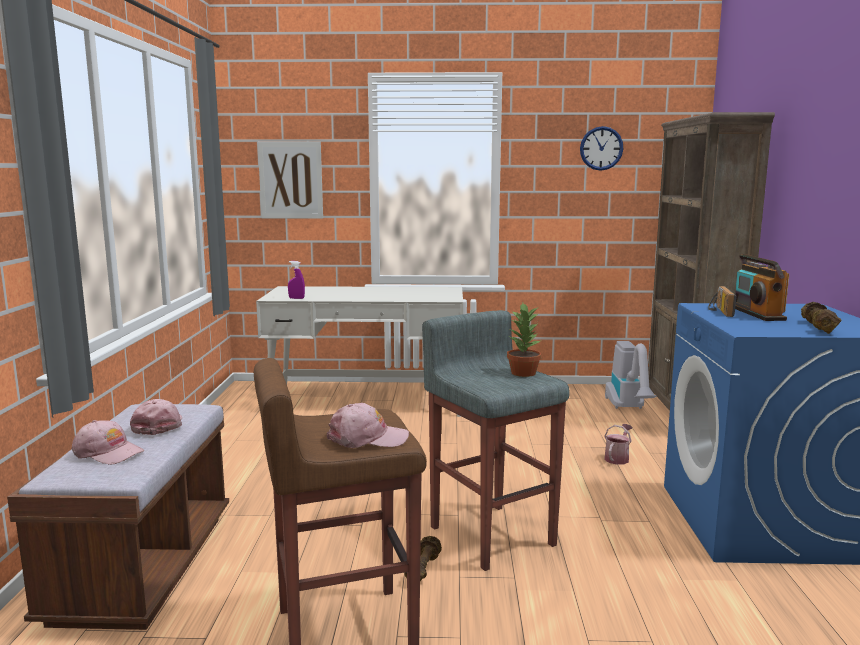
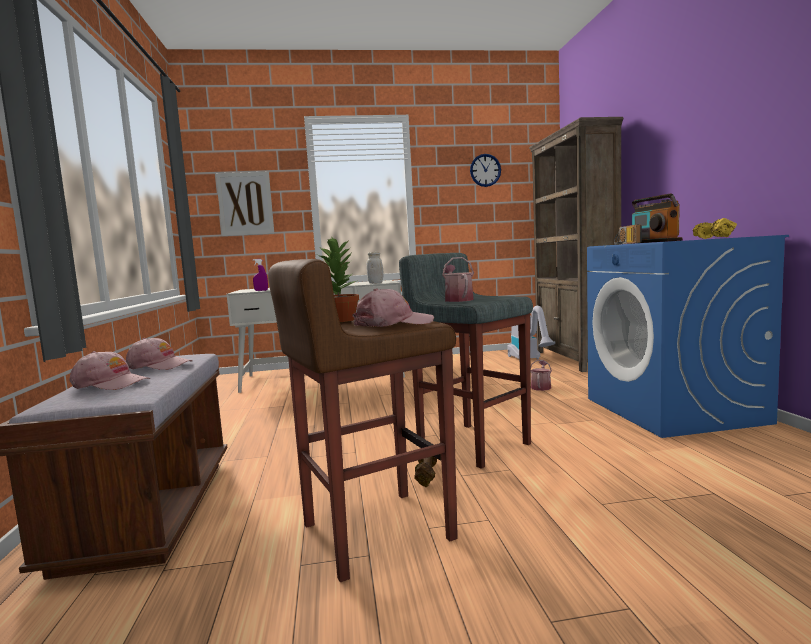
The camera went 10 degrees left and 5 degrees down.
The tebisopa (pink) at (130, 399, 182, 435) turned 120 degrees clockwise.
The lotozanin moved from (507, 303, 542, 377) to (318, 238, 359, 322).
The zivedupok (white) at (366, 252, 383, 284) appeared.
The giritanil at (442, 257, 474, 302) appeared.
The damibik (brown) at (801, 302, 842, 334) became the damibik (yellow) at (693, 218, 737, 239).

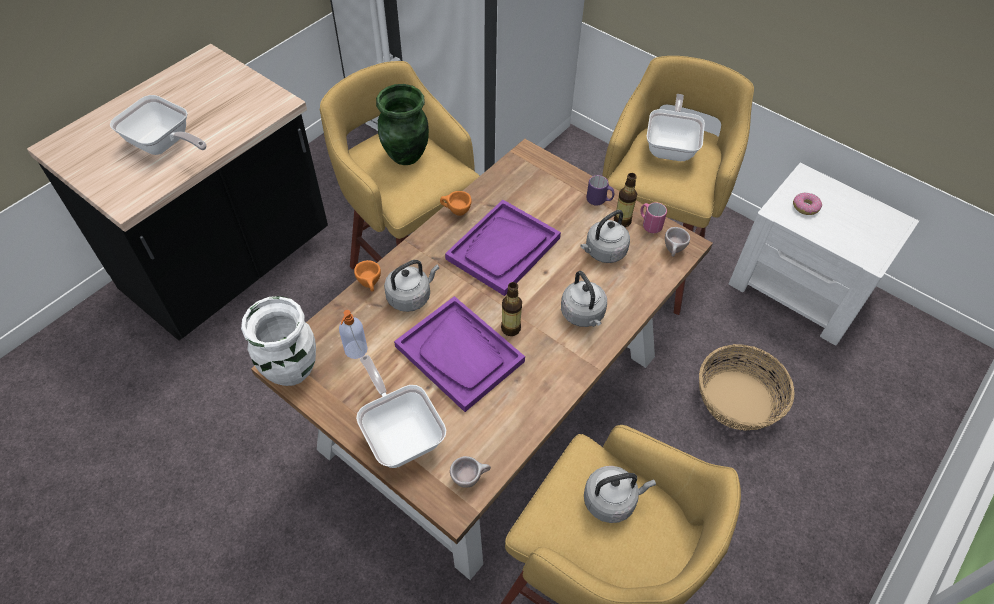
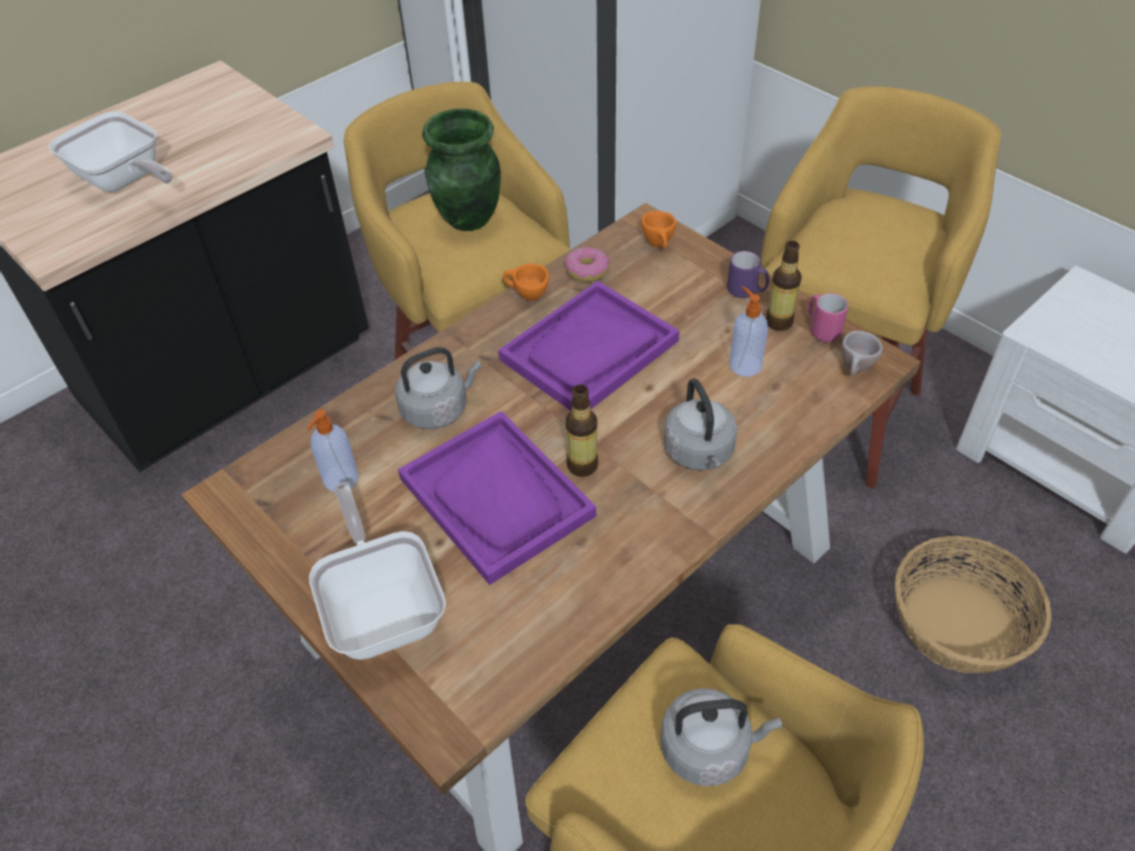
The camera went 10 degrees right and 5 degrees down.
The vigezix moved from (793, 193, 822, 215) to (565, 247, 610, 282).
The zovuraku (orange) moved from (354, 260, 381, 292) to (642, 211, 676, 248).
The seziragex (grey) at (580, 210, 630, 263) was replaced by the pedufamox at (729, 286, 768, 376).
The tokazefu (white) at (241, 296, 316, 386) disappeared.
The zovuraku (beige) at (450, 456, 491, 488) disappeared.
The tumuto at (647, 94, 705, 161) disappeared.

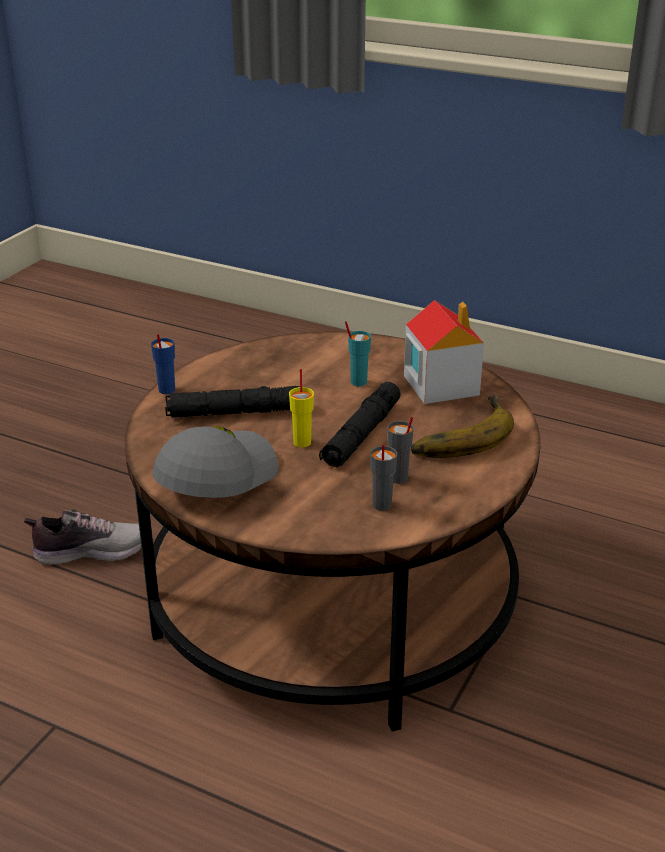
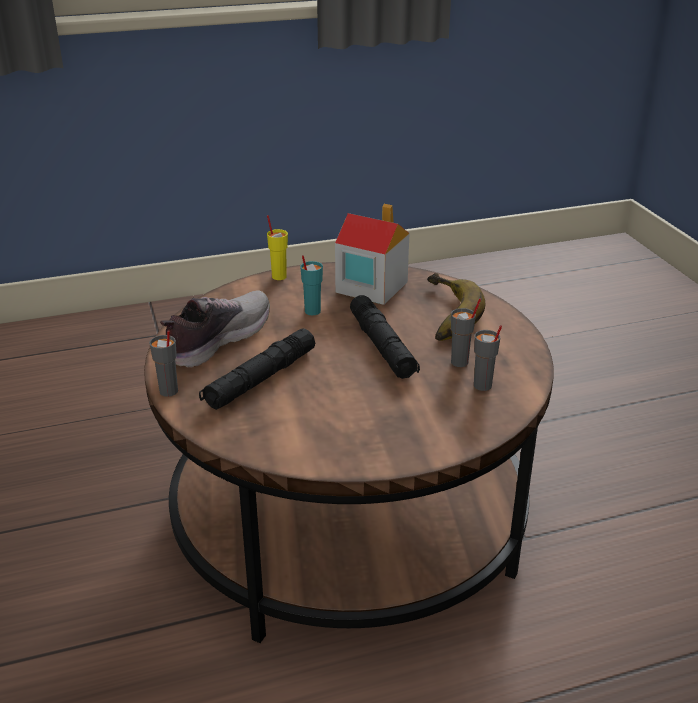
The camera went 45 degrees left and 0 degrees up.
The zovuraku (blue) at (151, 334, 175, 394) became the zovuraku (grey) at (149, 330, 178, 397).
The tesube moved from (24, 509, 141, 565) to (160, 290, 270, 368).
The zovuraku (yellow) moved from (289, 369, 314, 447) to (267, 215, 288, 280).
The tebisopa (grey) at (153, 426, 279, 498) disappeared.

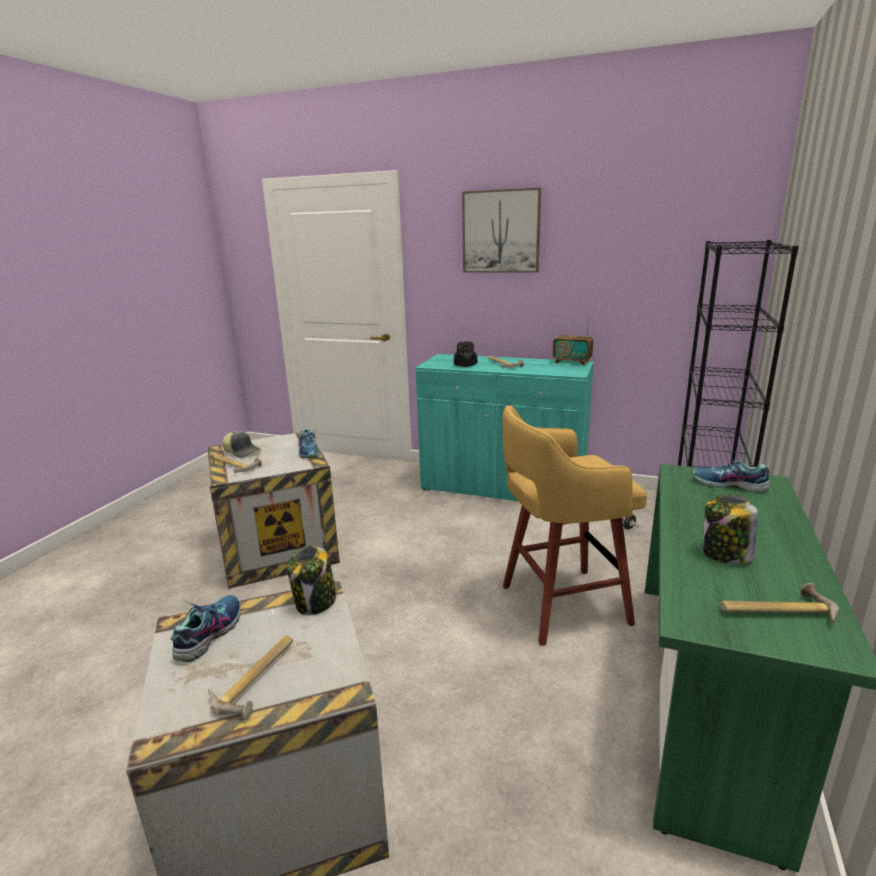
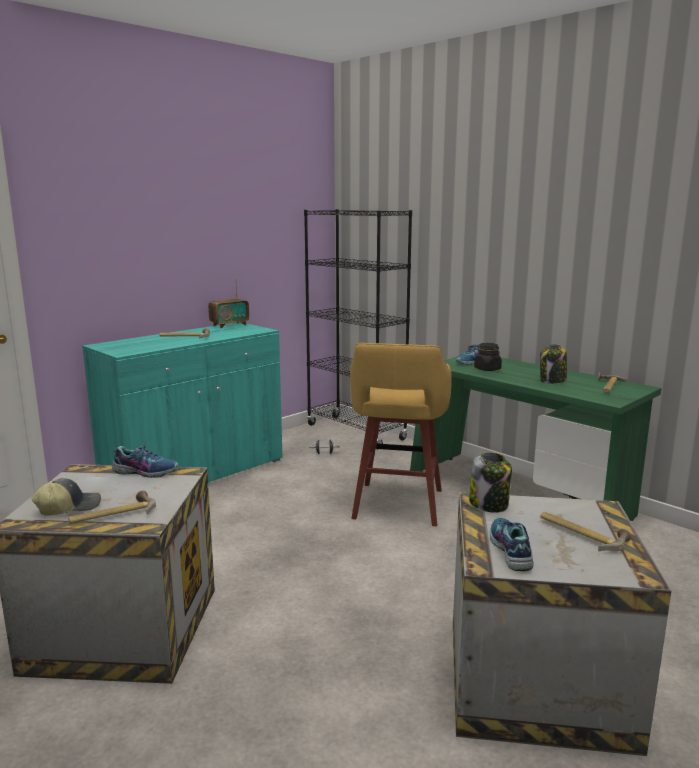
The camera went 65 degrees left and 5 degrees down.
The zivedupok (black) moved from (454, 341, 477, 367) to (474, 343, 502, 371).
The tesube at (171, 595, 241, 662) turned 45 degrees clockwise.
The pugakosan at (462, 188, 541, 273) disappeared.

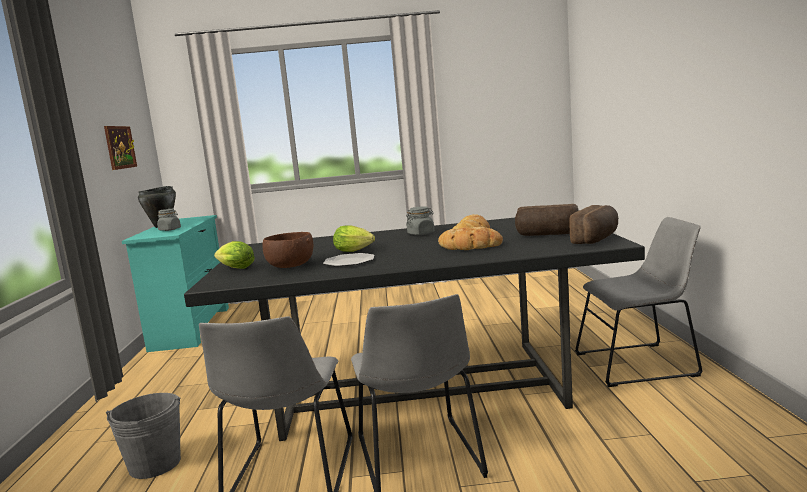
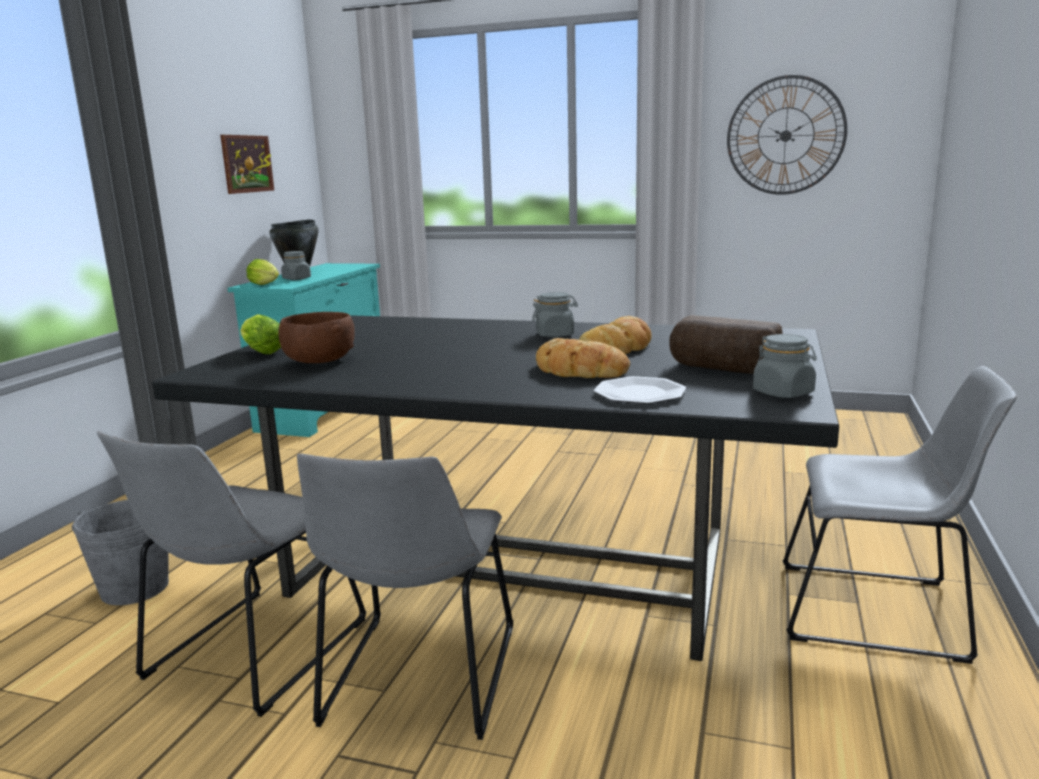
The camera went 20 degrees right and 5 degrees up.
The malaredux moved from (333, 226, 375, 252) to (246, 259, 279, 285).
The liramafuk moved from (323, 253, 374, 266) to (593, 376, 686, 404).
The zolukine at (727, 75, 847, 195) appeared.
The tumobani at (570, 205, 618, 244) was replaced by the zivedupok (grey) at (753, 334, 817, 398).

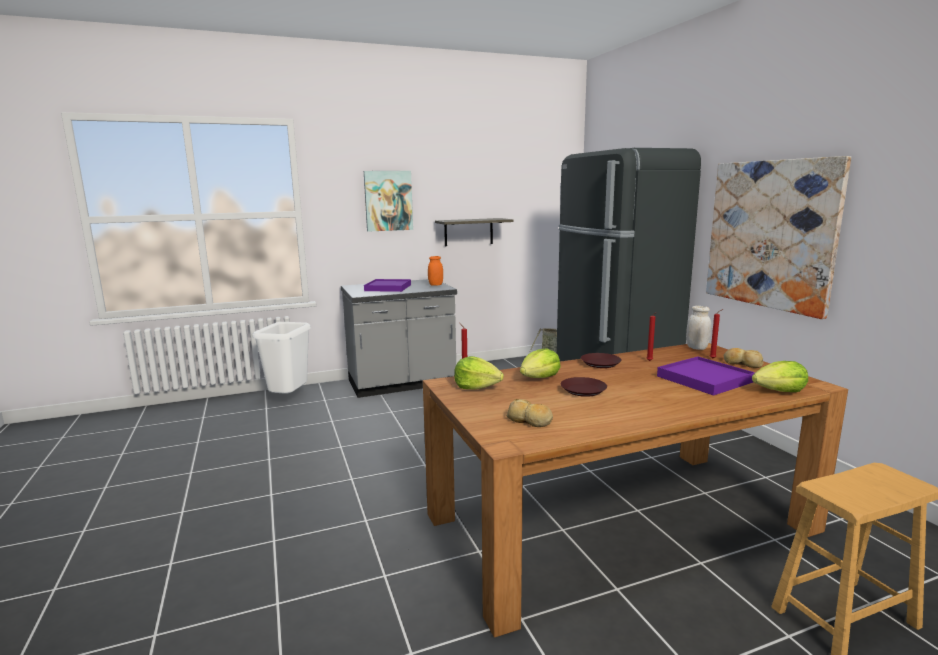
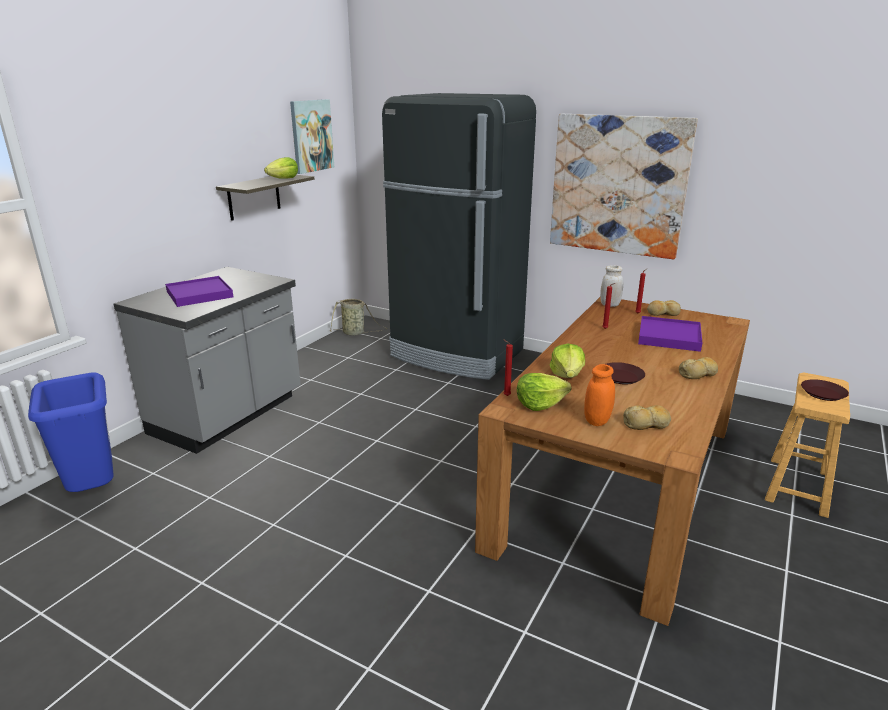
The camera went 40 degrees left and 10 degrees up.
The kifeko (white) at (253, 322, 311, 394) became the kifeko (blue) at (28, 373, 114, 492).
The malaredux moved from (752, 361, 808, 392) to (264, 157, 298, 179).
The pugakosan moved from (364, 171, 413, 232) to (290, 99, 334, 174).
The zivedupok (orange) moved from (428, 256, 443, 286) to (584, 364, 615, 426).
The tumobani at (679, 357, 718, 379) appeared.
The liramafuk (brown) moved from (581, 353, 622, 368) to (801, 379, 849, 401).

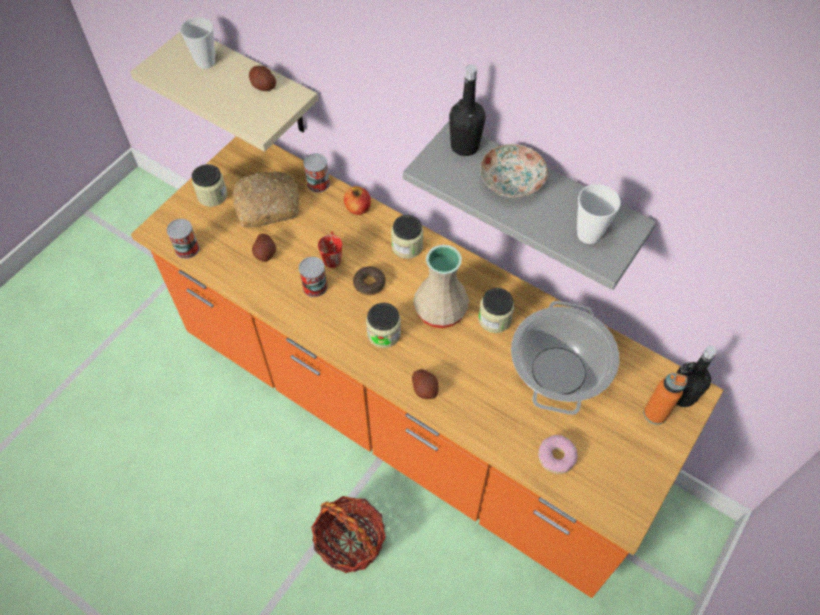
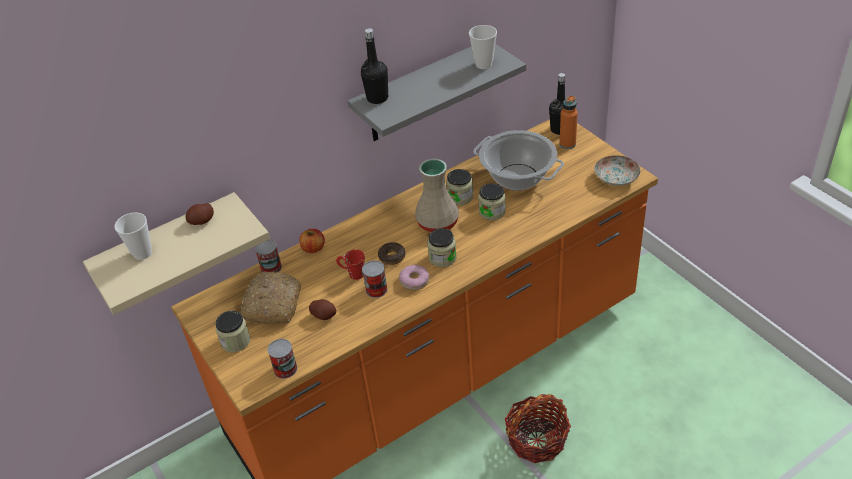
The camera went 65 degrees left and 15 degrees down.
The vigezix moved from (538, 435, 578, 474) to (399, 265, 430, 290).
The zivedupok moved from (391, 215, 423, 259) to (478, 183, 506, 220).
The liramafuk moved from (480, 144, 548, 198) to (594, 155, 641, 186).
The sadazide at (412, 369, 439, 399) disappeared.

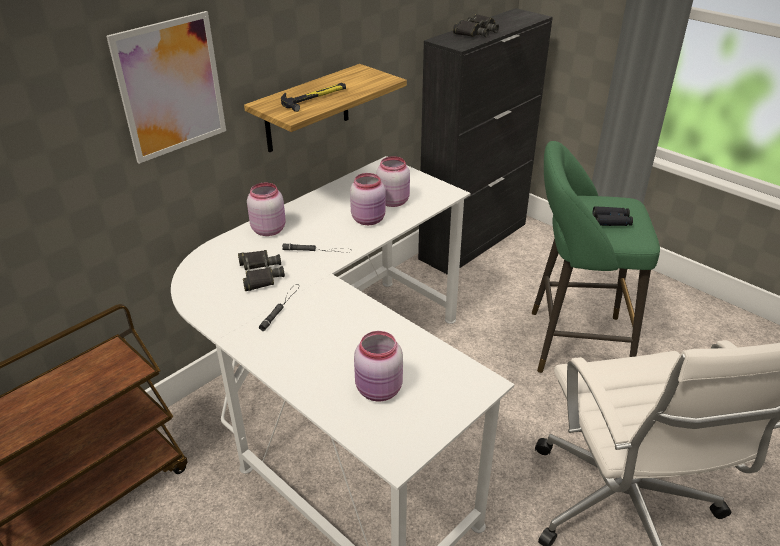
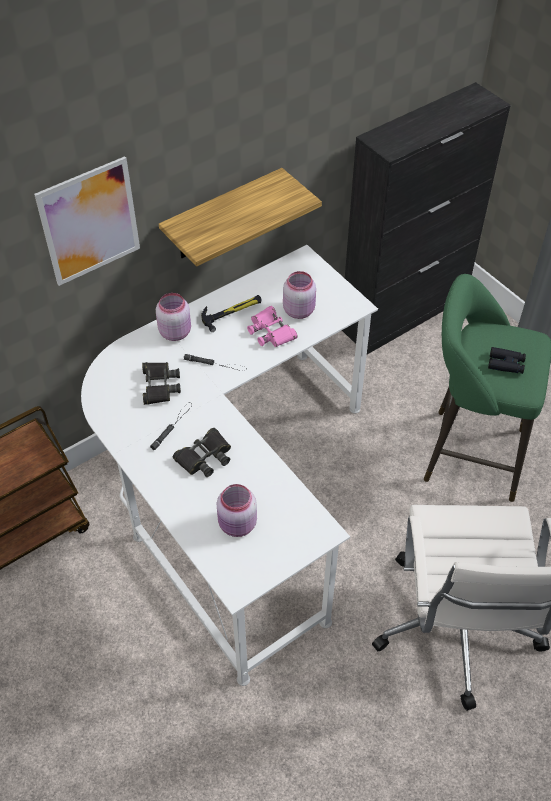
The camera went 10 degrees right and 15 degrees up.
The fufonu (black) moved from (453, 14, 499, 37) to (173, 428, 231, 477).
The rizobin moved from (281, 83, 346, 112) to (201, 295, 261, 332).
The zivedupok (pink) at (350, 173, 386, 225) was replaced by the fufonu (pink) at (247, 306, 298, 347).

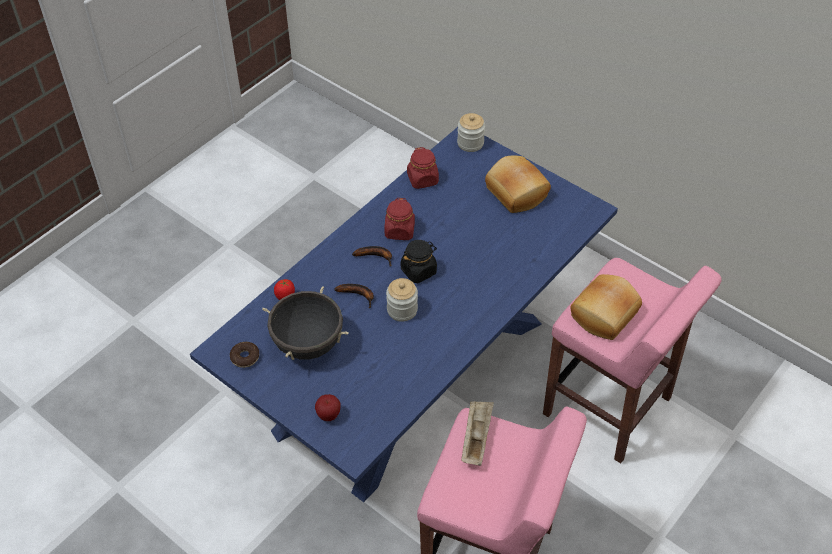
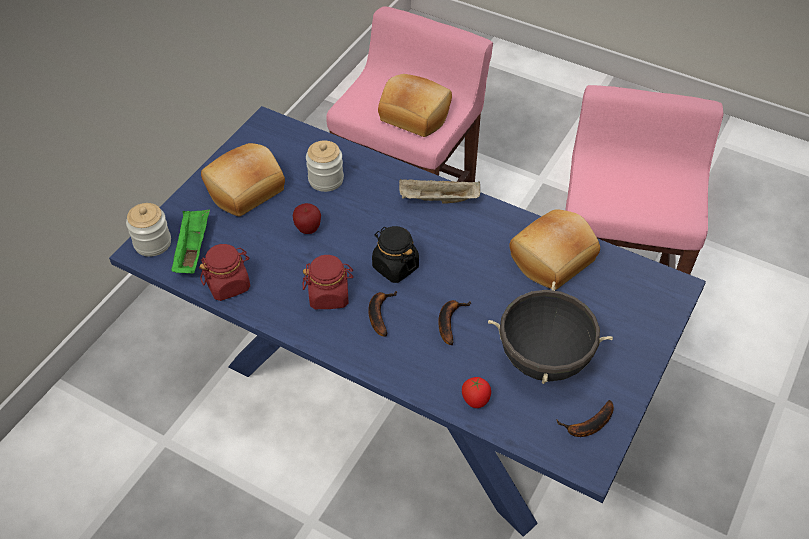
The camera went 100 degrees left and 0 degrees up.
The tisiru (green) at (171, 209, 210, 273) appeared.
The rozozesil moved from (315, 394, 341, 421) to (292, 203, 321, 234).
The zivedupok moved from (386, 278, 418, 322) to (306, 140, 344, 192).
The tisiru (beige) moved from (461, 401, 494, 466) to (399, 179, 480, 203).
The tumobani at (509, 209, 600, 290) appeared.
The vigezix at (230, 342, 259, 368) was replaced by the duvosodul at (556, 400, 614, 437).

